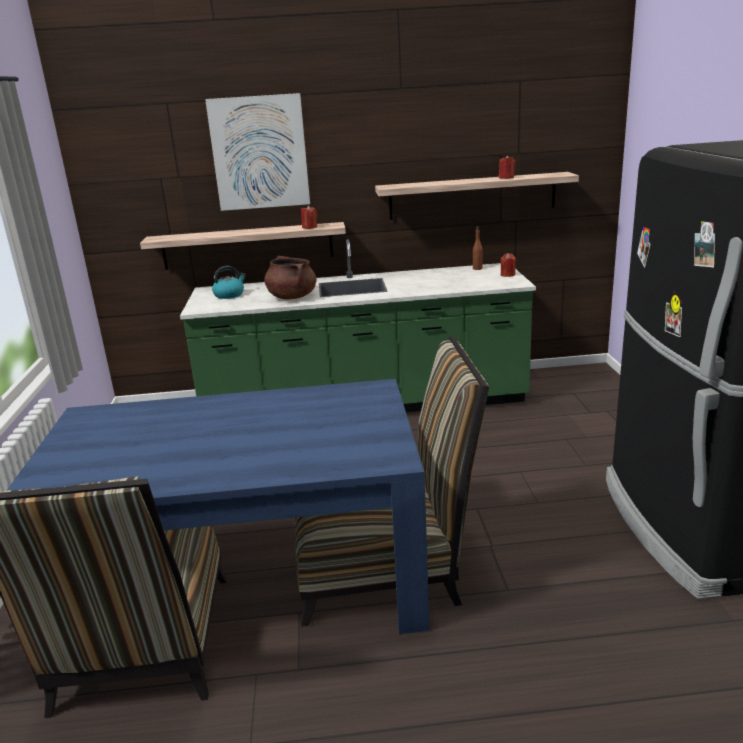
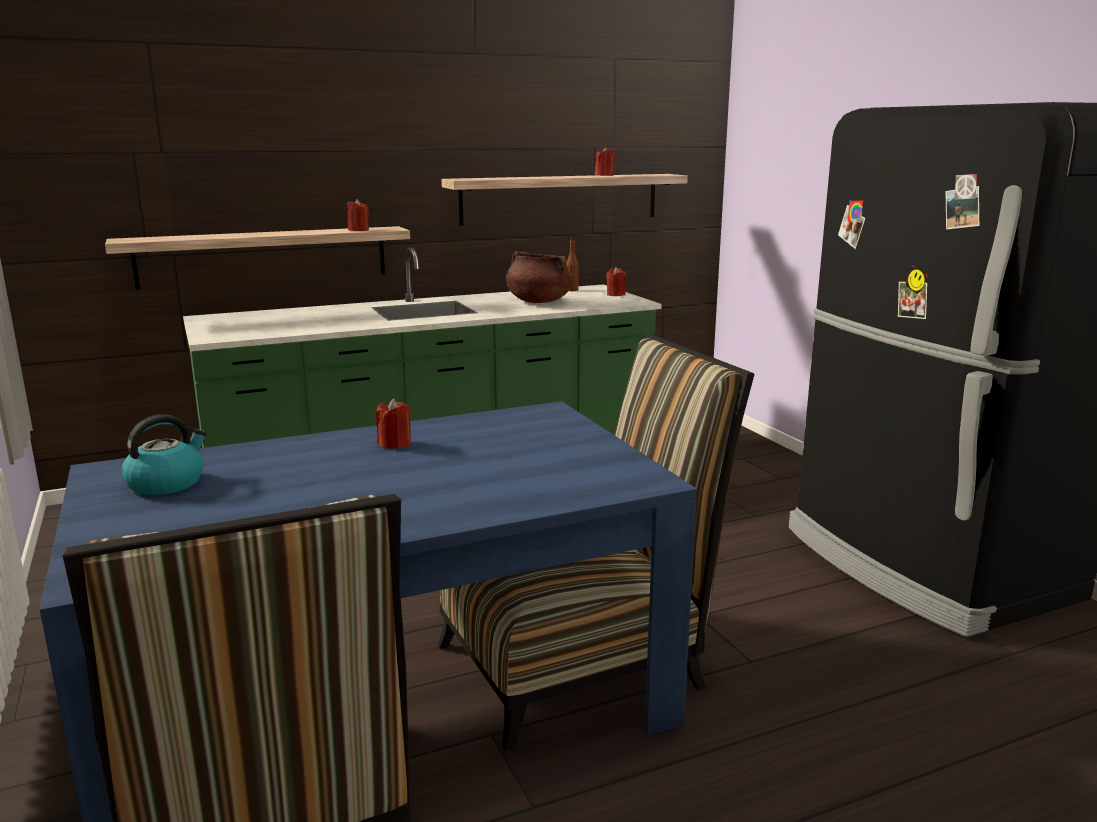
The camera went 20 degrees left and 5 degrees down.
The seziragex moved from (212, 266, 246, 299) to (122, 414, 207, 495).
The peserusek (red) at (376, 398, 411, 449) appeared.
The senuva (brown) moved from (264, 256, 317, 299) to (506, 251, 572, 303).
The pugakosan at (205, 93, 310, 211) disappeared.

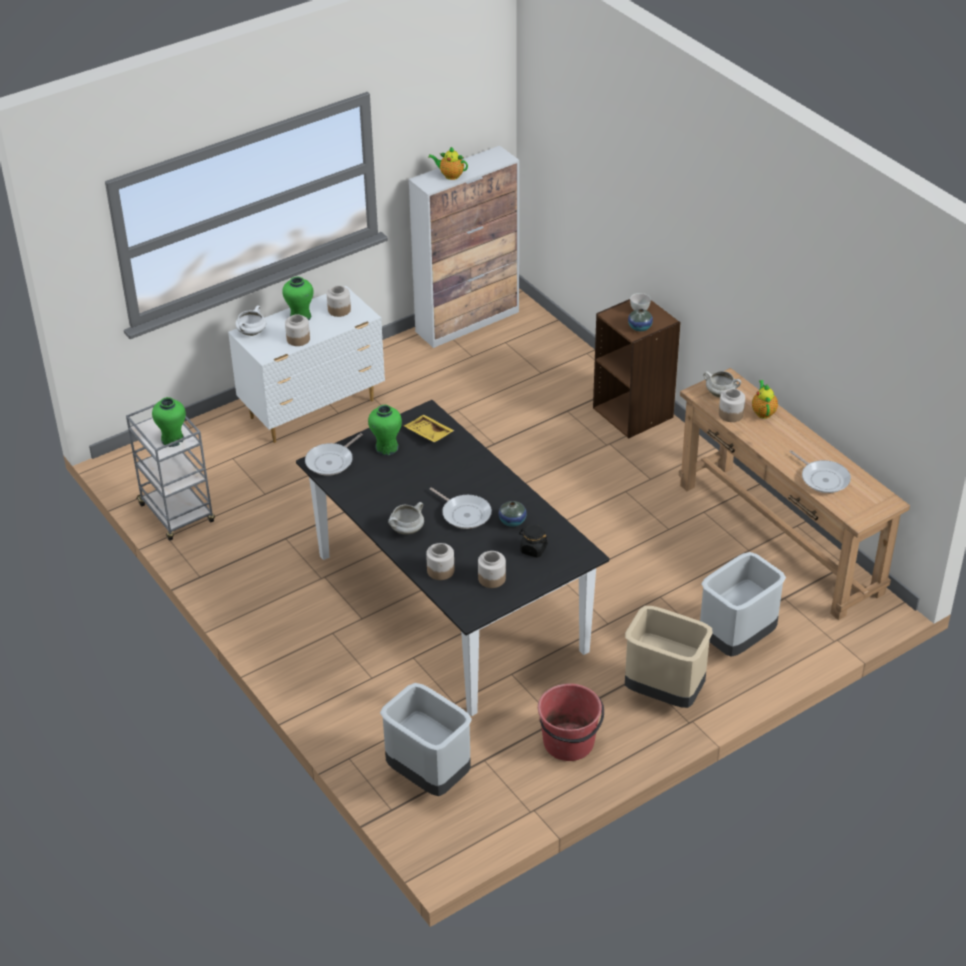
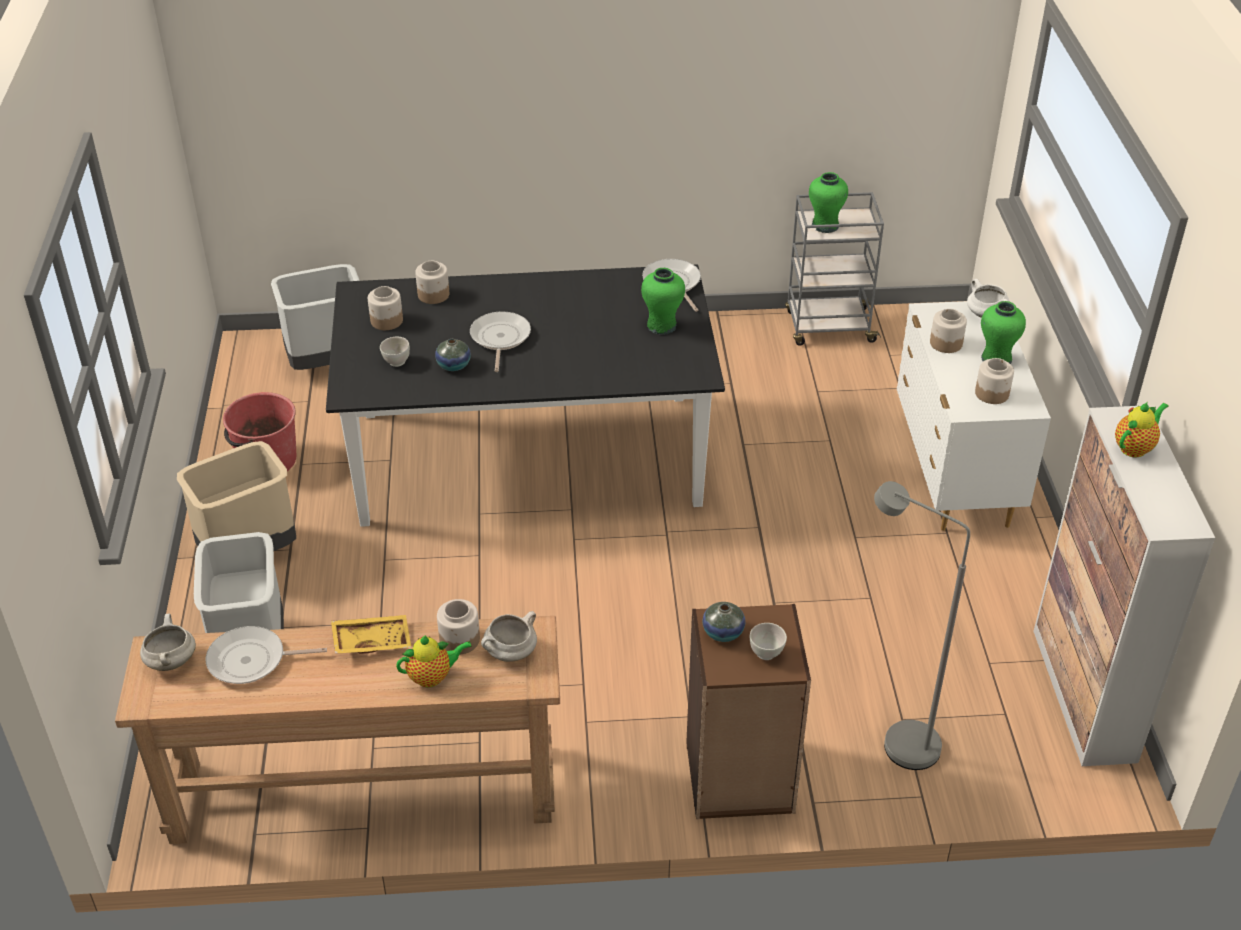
The camera went 120 degrees right and 0 degrees up.
The senuva (white) moved from (388, 502, 424, 535) to (140, 614, 196, 671).
The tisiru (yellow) moved from (404, 415, 455, 443) to (331, 615, 412, 654).
The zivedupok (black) at (519, 524, 548, 558) was replaced by the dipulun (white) at (380, 337, 410, 367).
The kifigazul at (752, 380, 778, 419) turned 45 degrees counterclockwise.
The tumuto at (430, 487, 492, 529) turned 105 degrees clockwise.
The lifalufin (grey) at (874, 481, 970, 770) appeared.

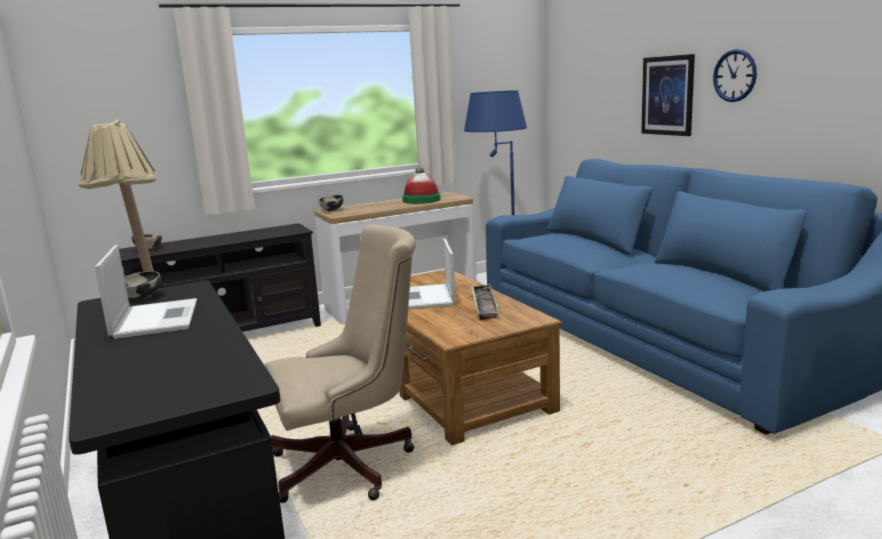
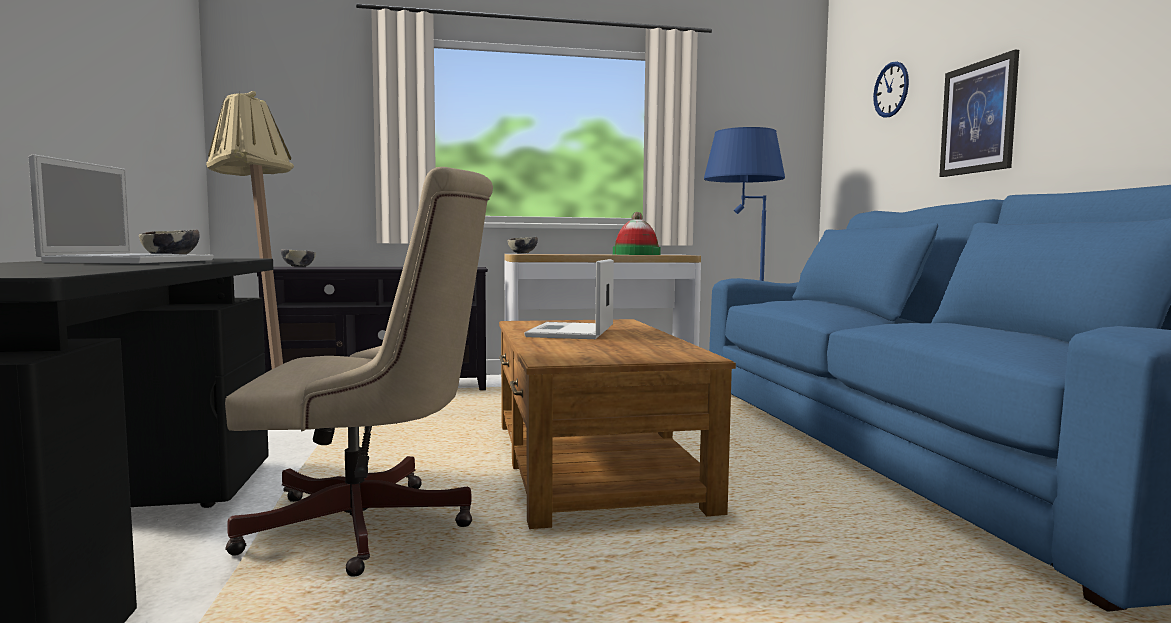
The camera went 15 degrees right and 10 degrees down.
The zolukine moved from (713, 49, 757, 102) to (873, 62, 909, 117).
The tisiru at (471, 284, 500, 320) disappeared.

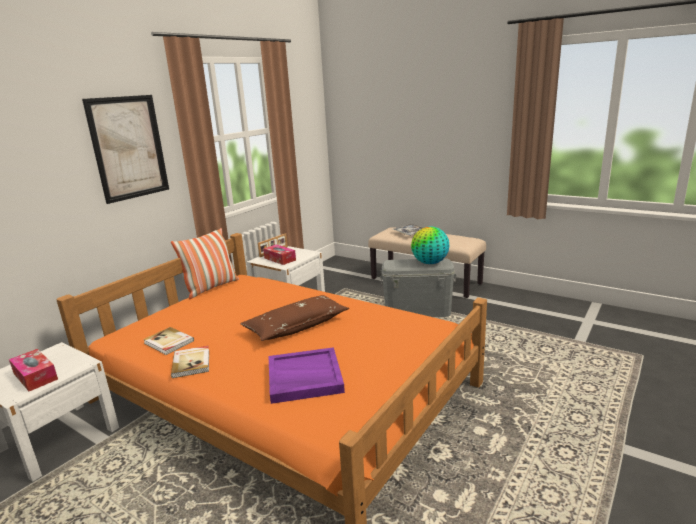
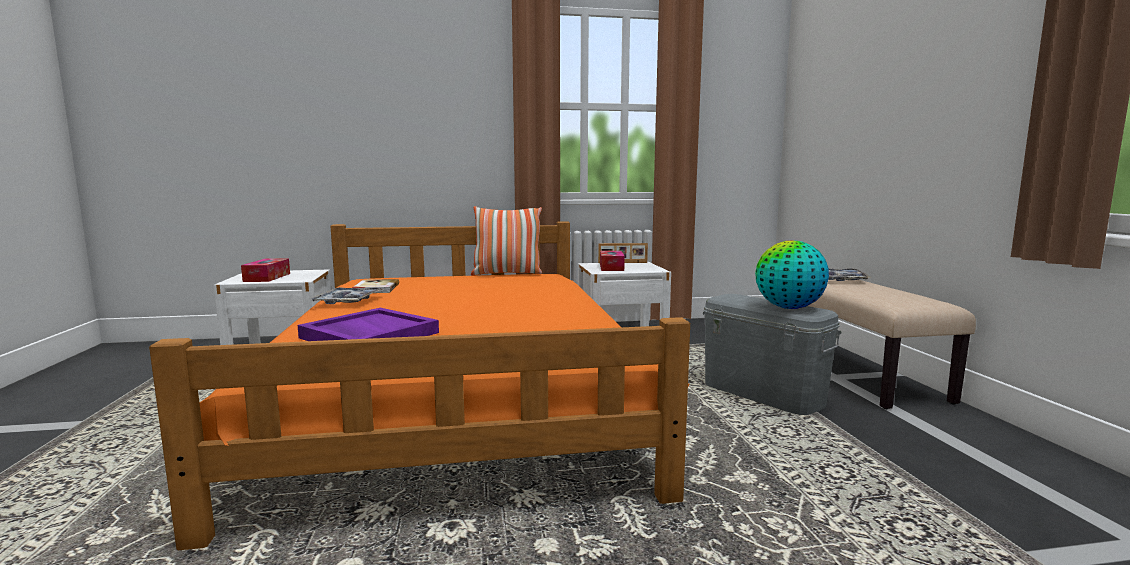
The camera went 45 degrees right and 10 degrees down.
The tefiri at (171, 346, 209, 378) was replaced by the tisiru at (309, 287, 384, 304).
The pugakosan at (82, 95, 169, 204) disappeared.
The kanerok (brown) at (240, 295, 349, 341) disappeared.

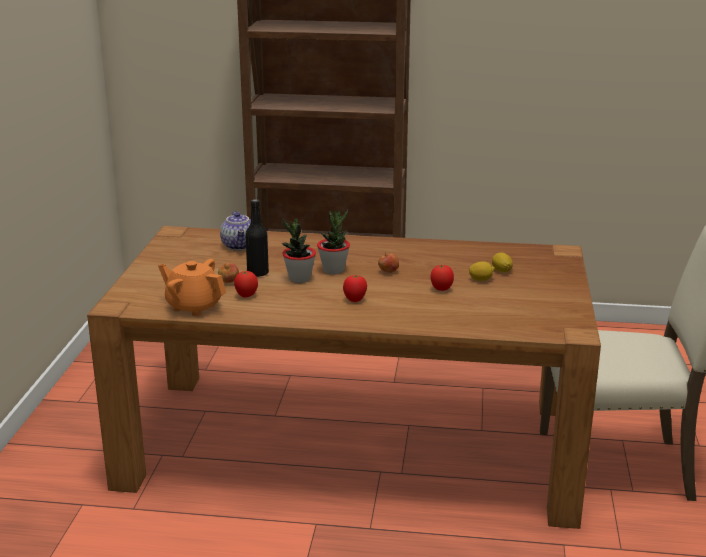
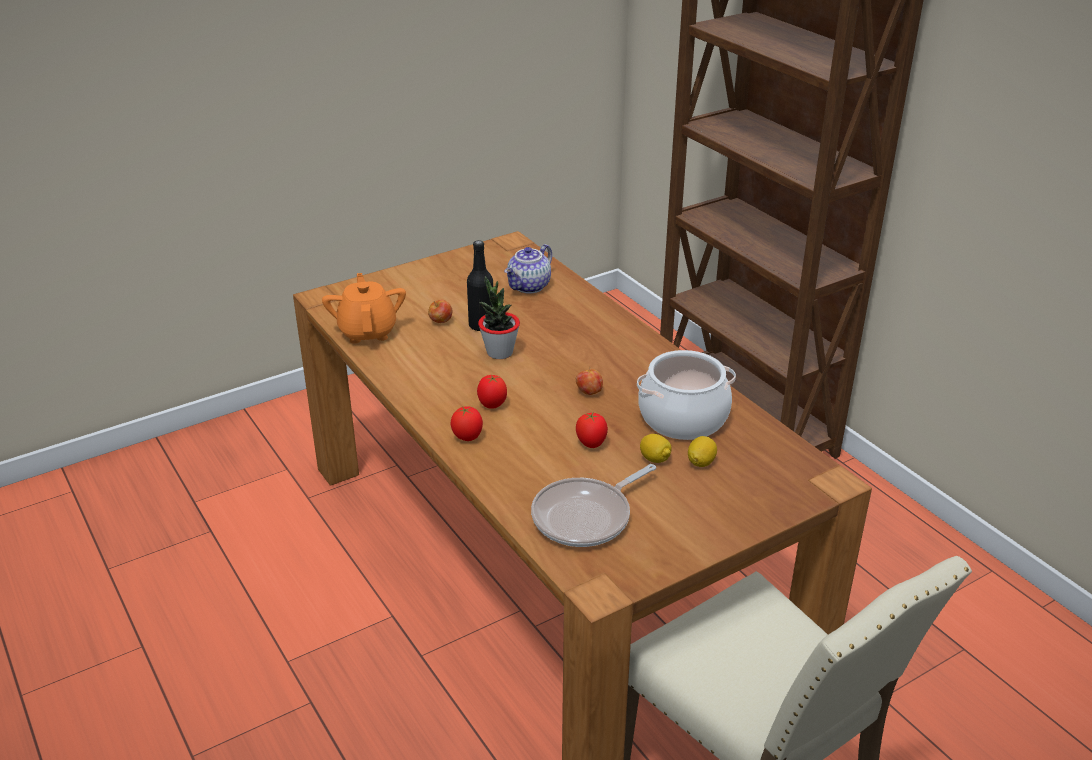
The camera went 50 degrees right and 10 degrees up.
The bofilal moved from (234, 271, 258, 297) to (451, 406, 483, 441).
The tumuto at (531, 464, 656, 547) appeared.
The senuva at (637, 350, 736, 440) appeared.
The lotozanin at (317, 209, 350, 274) disappeared.

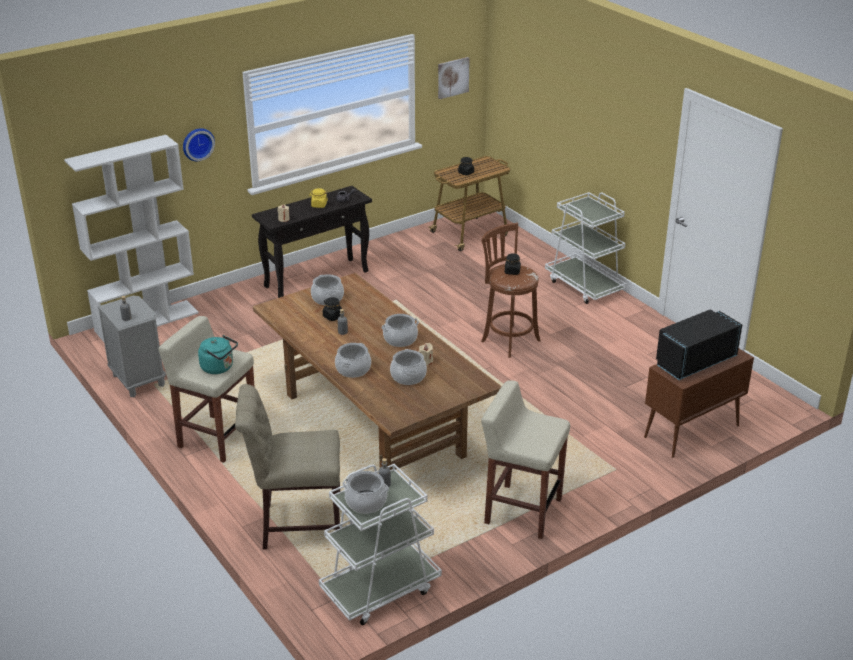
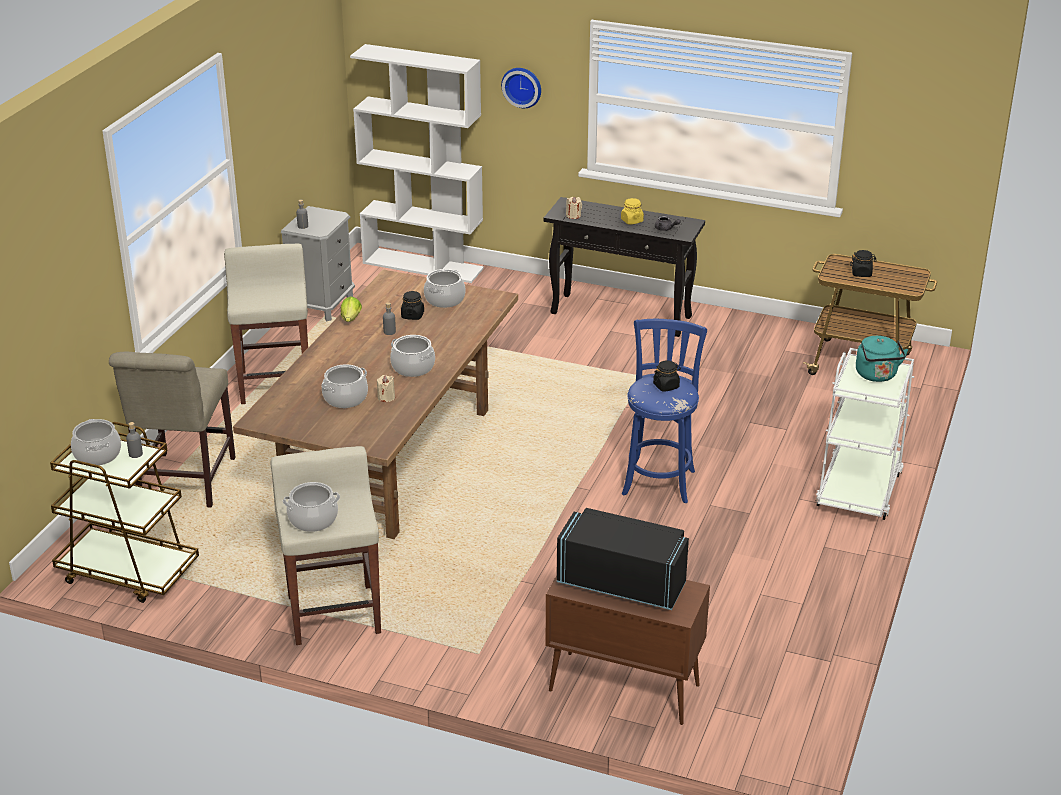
The camera went 55 degrees right and 0 degrees up.
The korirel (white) at (319, 464, 442, 625) became the korirel (brown) at (50, 422, 199, 603).
The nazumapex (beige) at (235, 384, 340, 549) turned 135 degrees counterclockwise.
The senuva moved from (335, 343, 371, 378) to (283, 482, 340, 532).
The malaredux at (341, 296, 362, 322) appeared.
The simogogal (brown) at (481, 223, 541, 358) became the simogogal (blue) at (622, 319, 707, 504).
The seziragex (turquoise) moved from (198, 335, 238, 374) to (856, 336, 908, 382).
The pugakosan at (438, 57, 470, 99) disappeared.

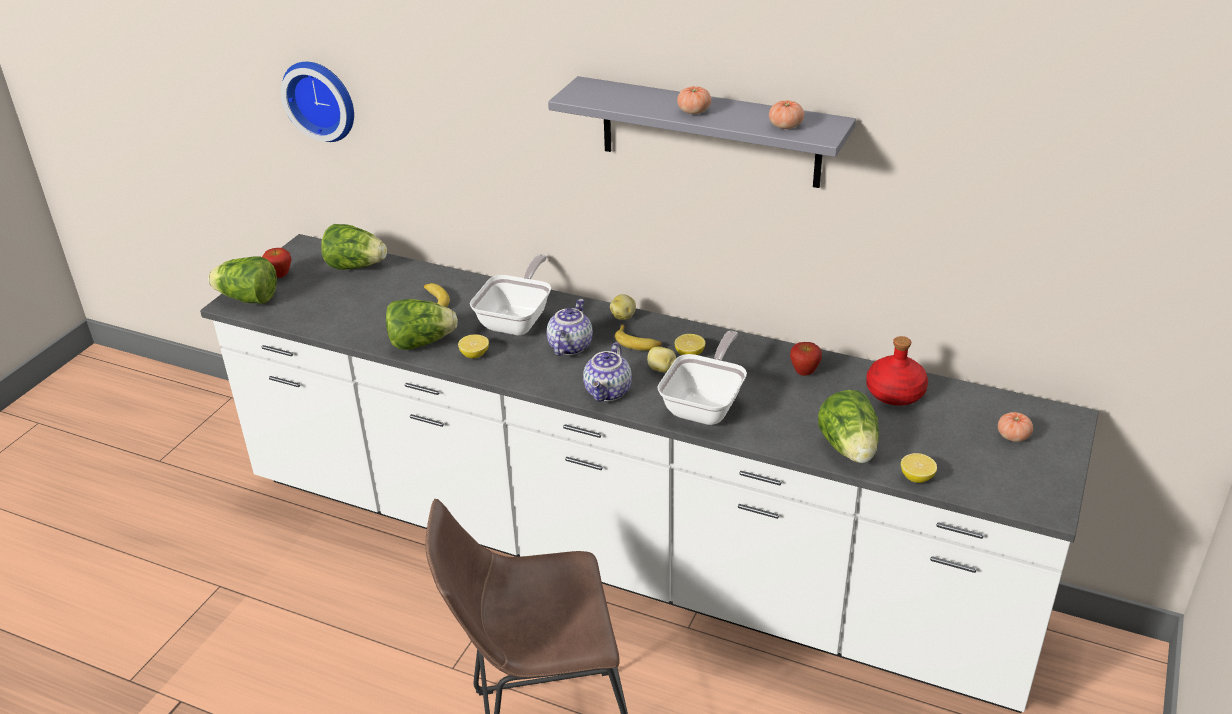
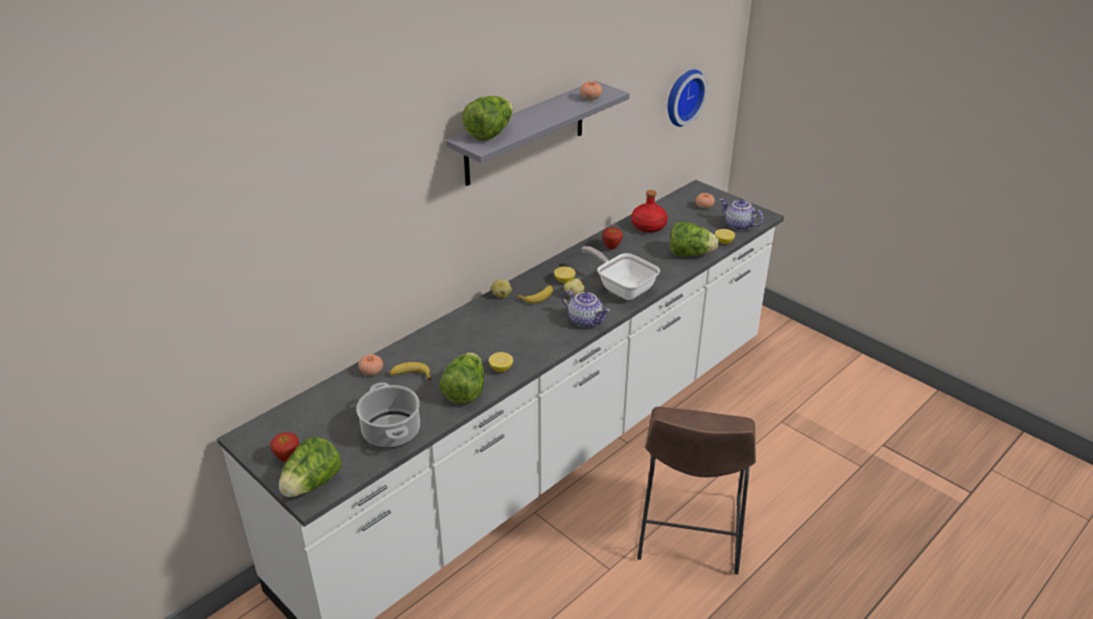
The camera went 70 degrees left and 0 degrees up.
The senuva at (356, 382, 420, 448) appeared.
The bofilal moved from (677, 86, 711, 114) to (358, 354, 383, 376).
The malaredux moved from (321, 224, 387, 270) to (462, 96, 513, 141).
The zolukine moved from (281, 62, 354, 142) to (668, 70, 708, 127).
The kifigazul moved from (547, 299, 593, 356) to (720, 198, 763, 230).
The tumuto at (470, 254, 551, 336) disappeared.

